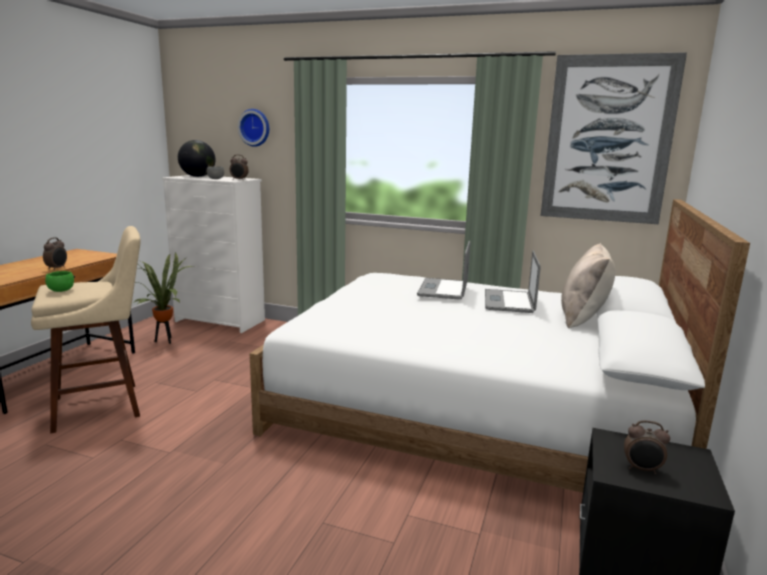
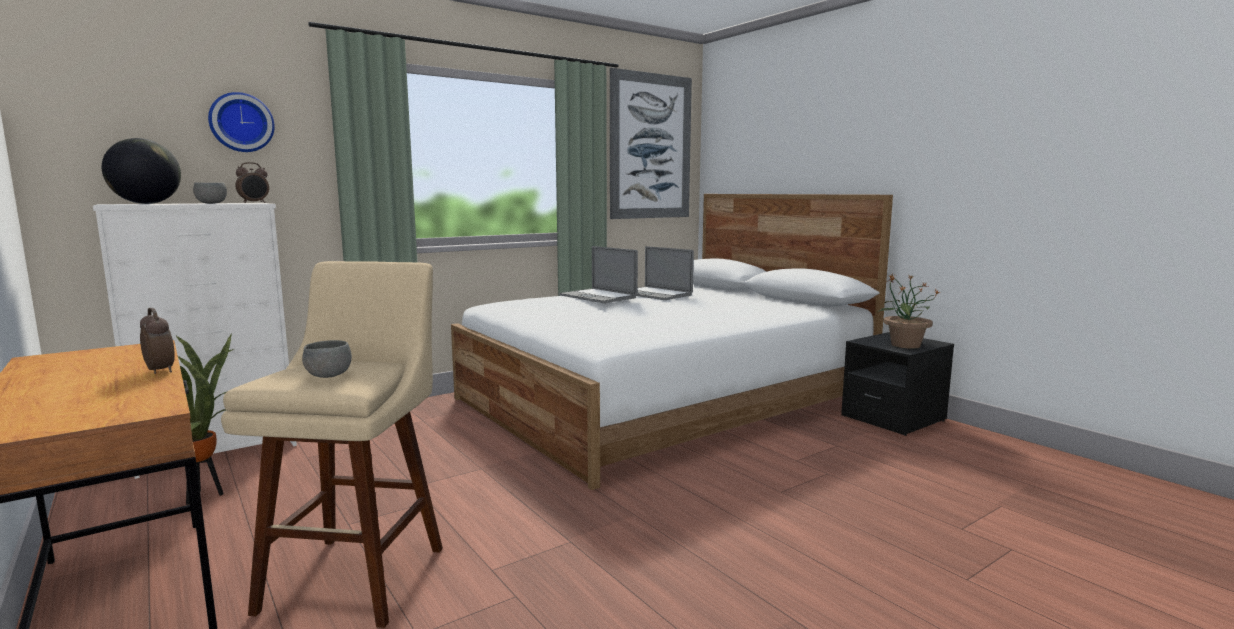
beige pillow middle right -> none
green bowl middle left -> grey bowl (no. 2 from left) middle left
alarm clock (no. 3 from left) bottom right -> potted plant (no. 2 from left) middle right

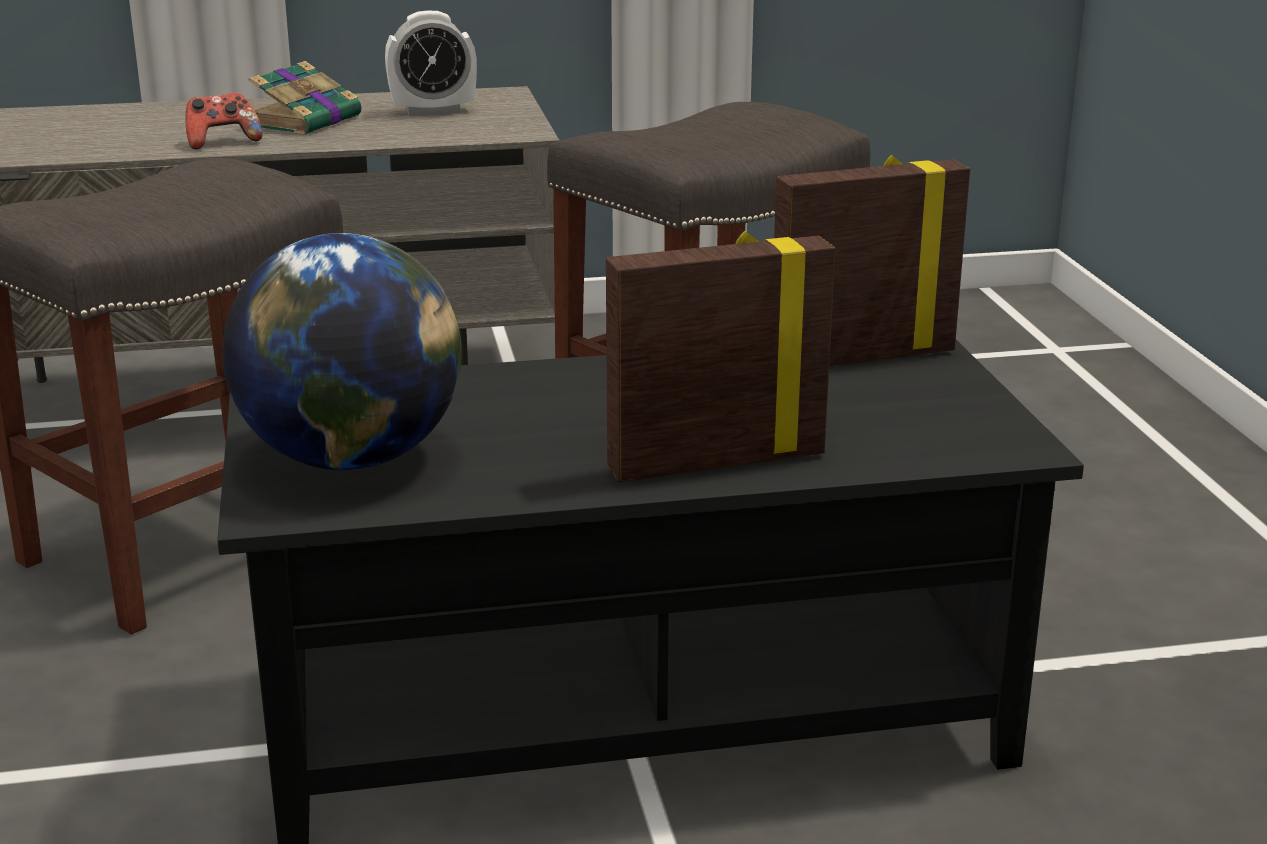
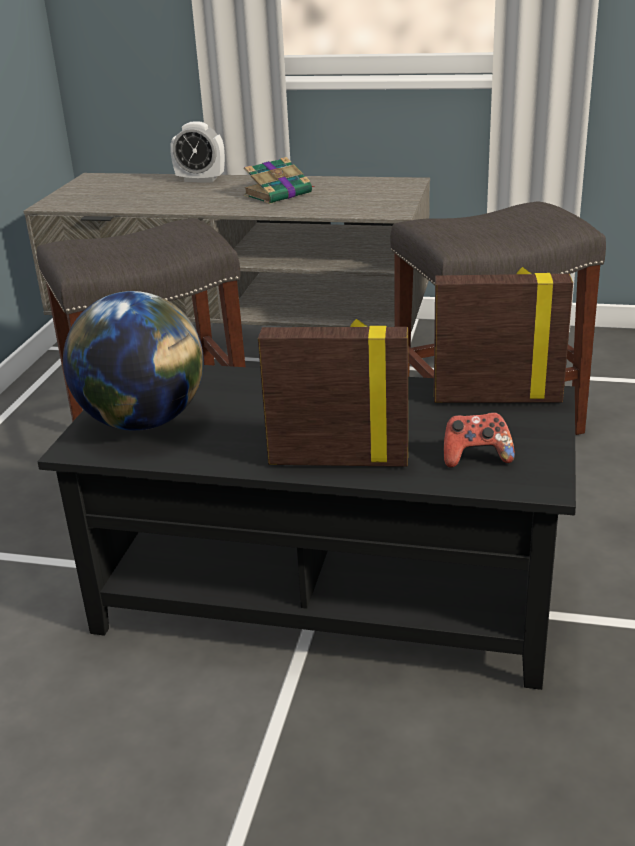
alarm clock top centre -> alarm clock top left, shifted
game controller top left -> game controller middle right, shifted

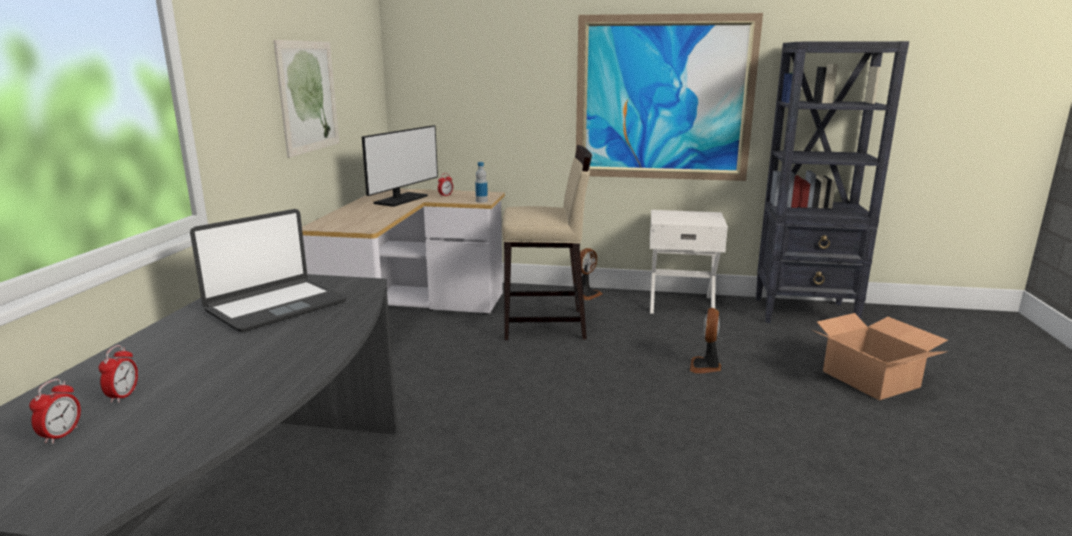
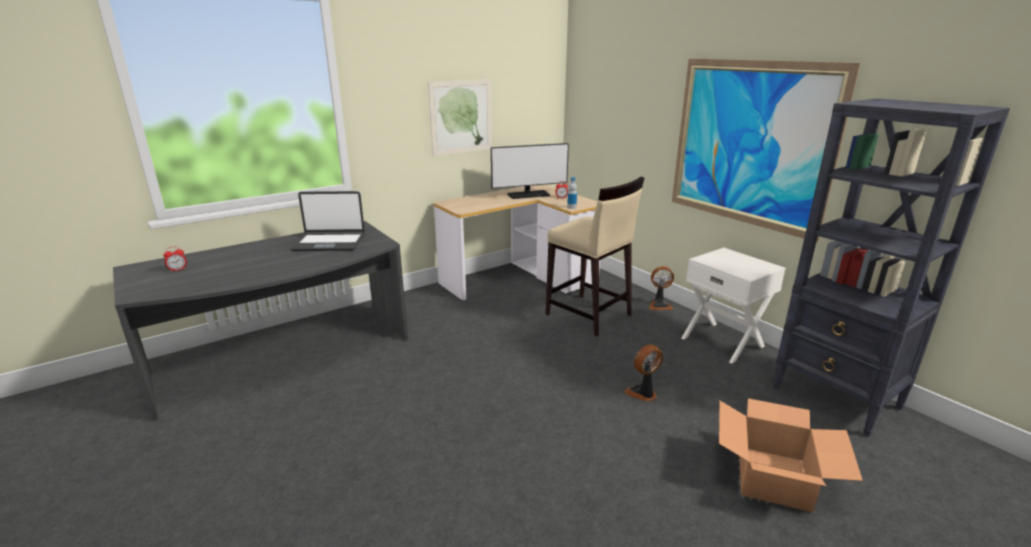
alarm clock (no. 2 from left) bottom left -> none

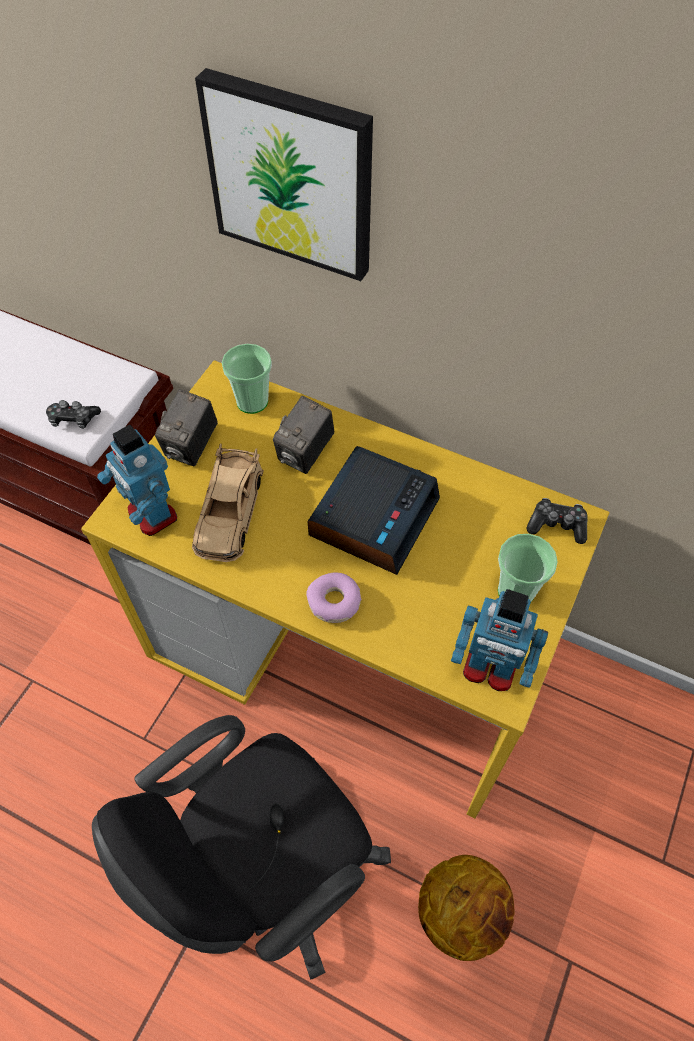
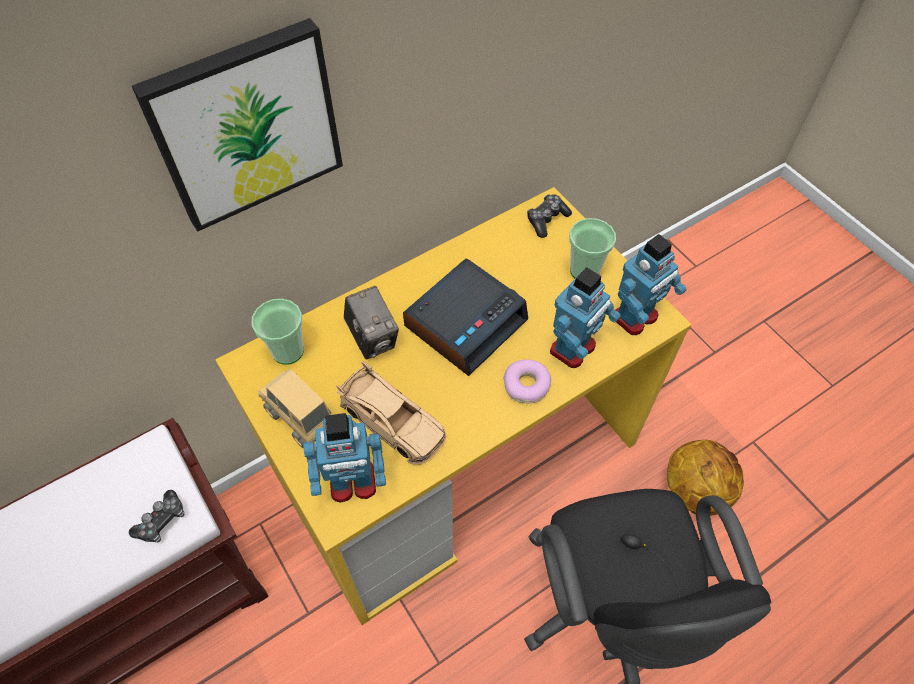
photo camera (no. 1 from left) middle left -> toy truck middle left
alarm clock centre, 75 degrees clockwise
none -> toy robot (no. 2 from left) centre

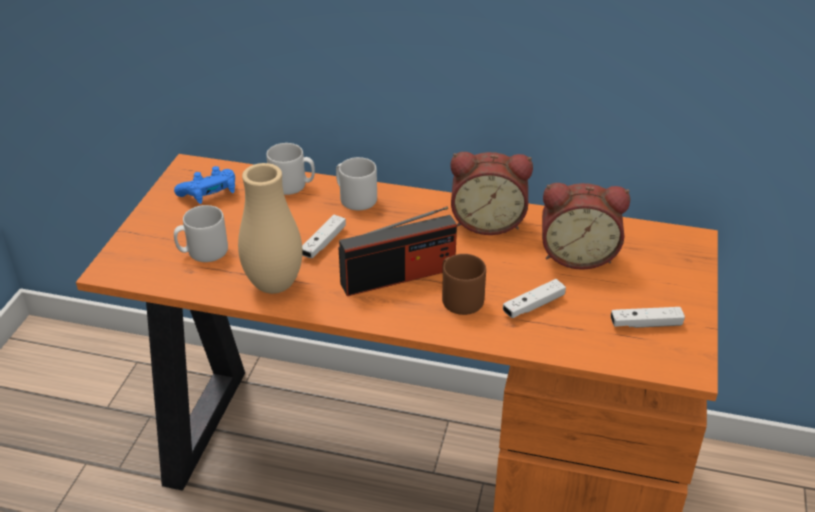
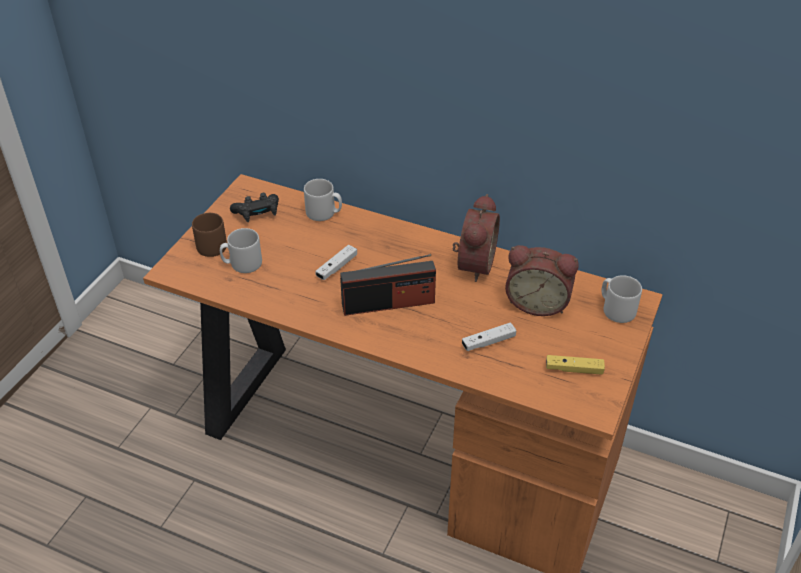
alarm clock (no. 1 from left) centre, 90 degrees counterclockwise
grey mug (no. 3 from left) centre -> grey mug (no. 3 from left) middle right, shifted
beige vase middle left -> none
blue game controller middle left -> black game controller middle left
brown mug centre -> brown mug middle left, shifted
white game controller (no. 3 from left) middle right -> yellow game controller middle right

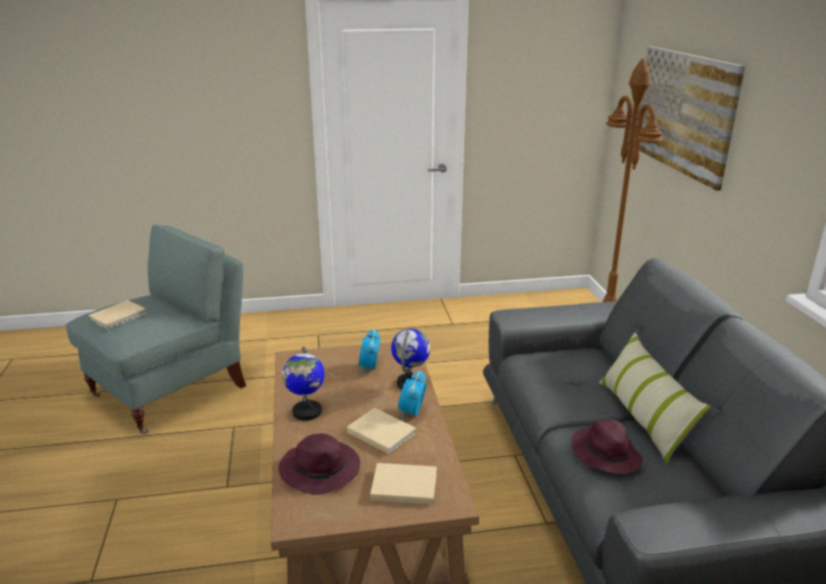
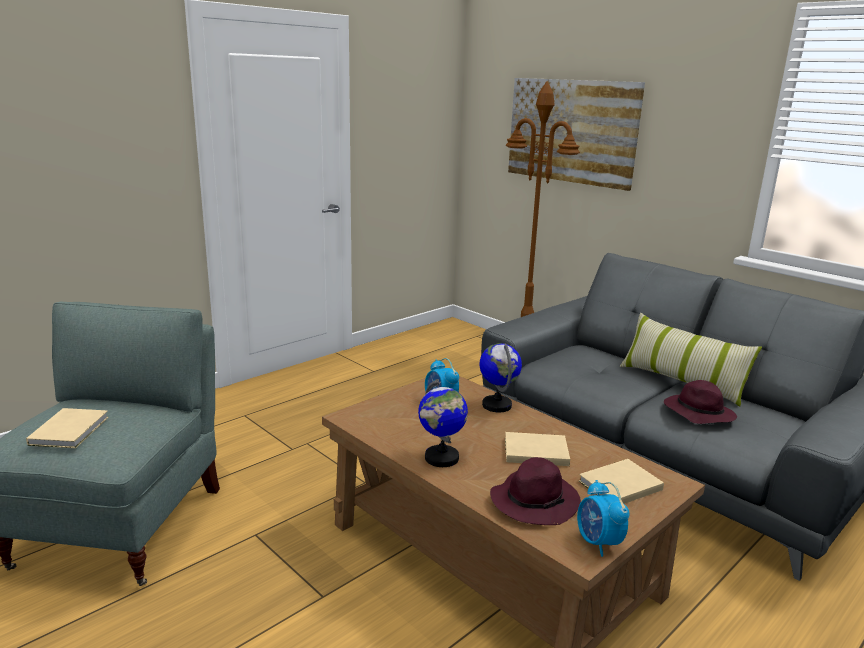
alarm clock (no. 2 from left) bottom centre -> alarm clock (no. 2 from left) bottom right, shifted

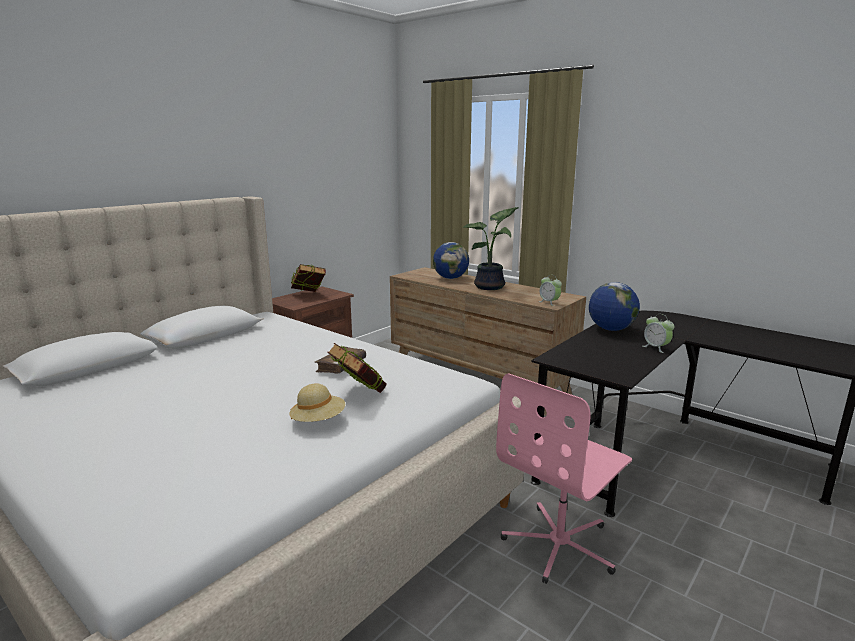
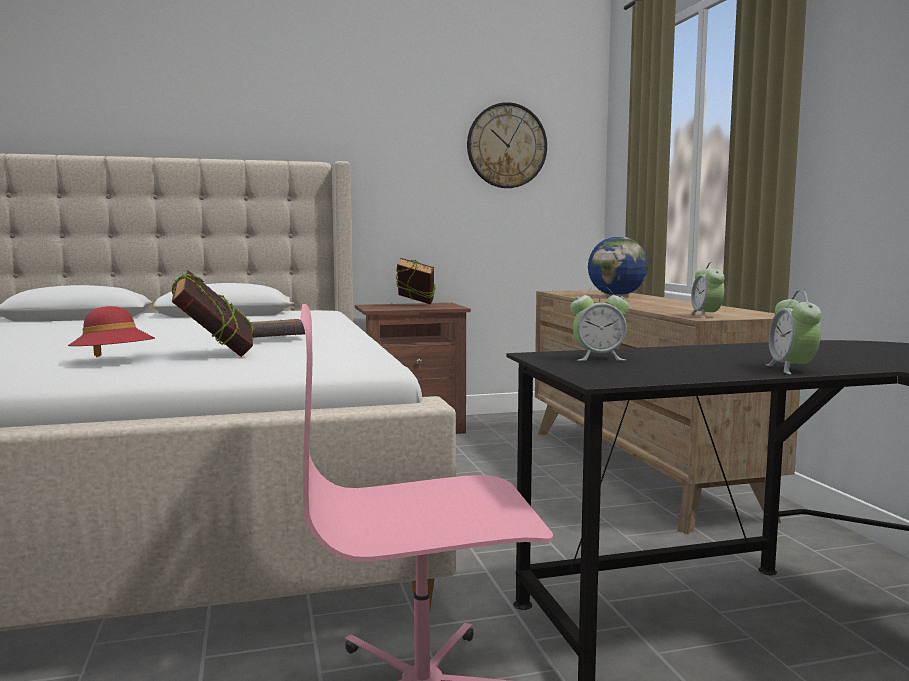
potted plant centre -> none
globe (no. 2 from left) middle right -> none
beige hat centre -> red hat middle left
none -> wall clock top centre
none -> alarm clock (no. 1 from left) centre

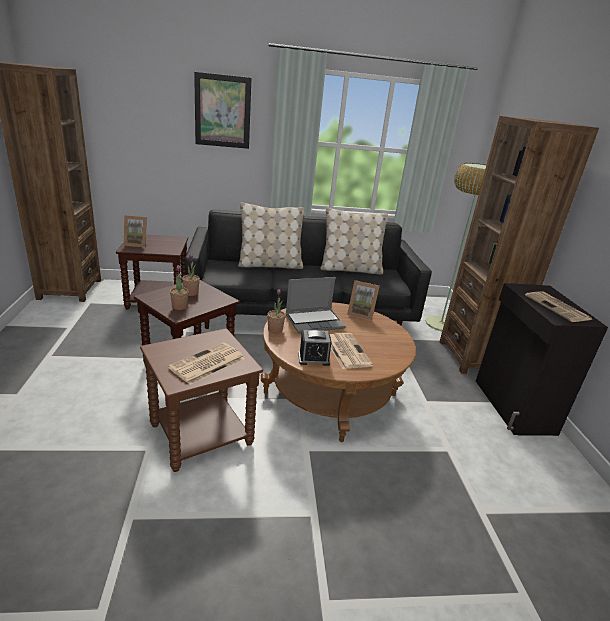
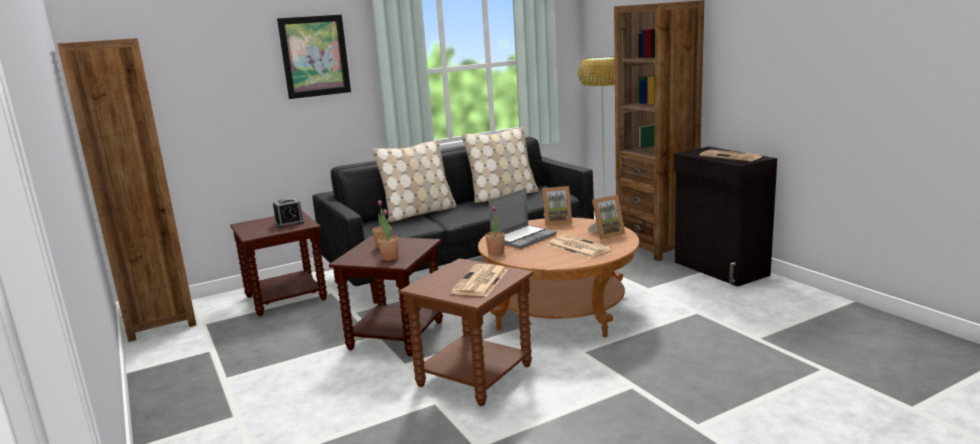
picture frame (no. 1 from left in the first image) middle left -> picture frame (no. 2 from left) centre, shifted
alarm clock centre -> alarm clock middle left, shifted

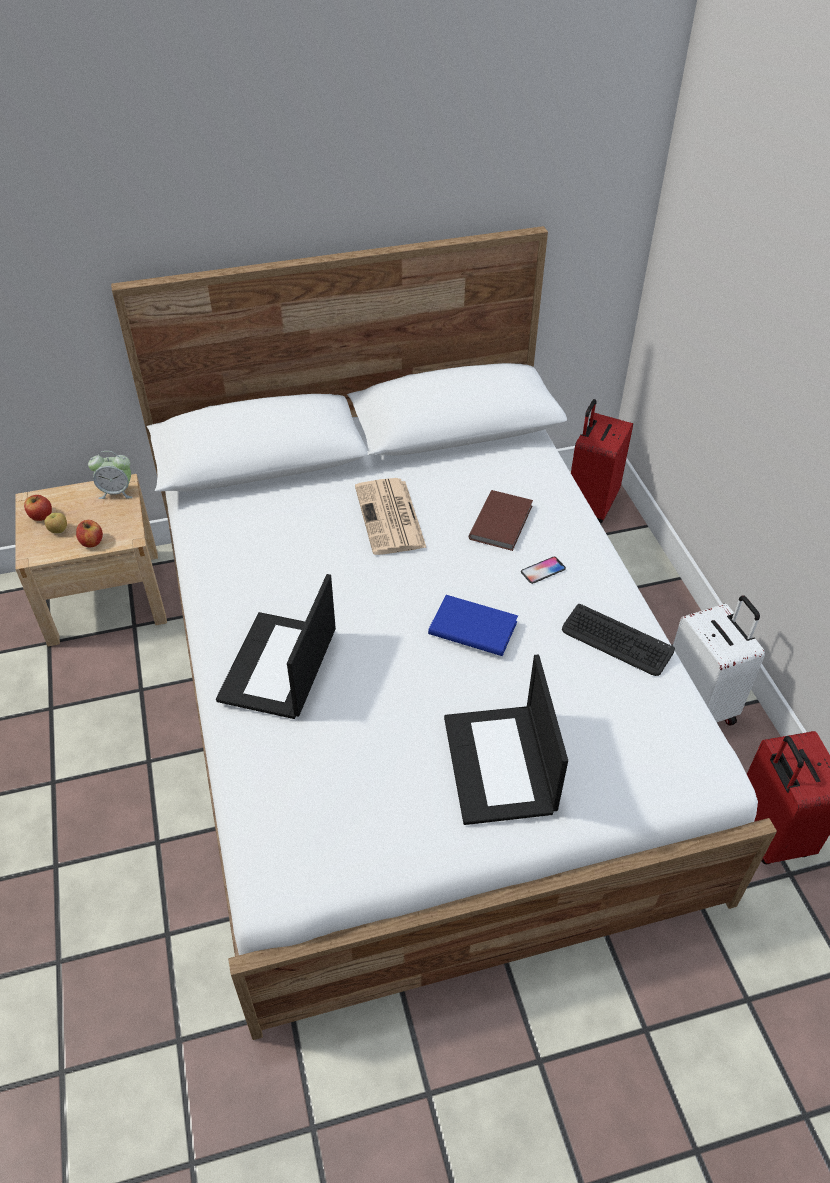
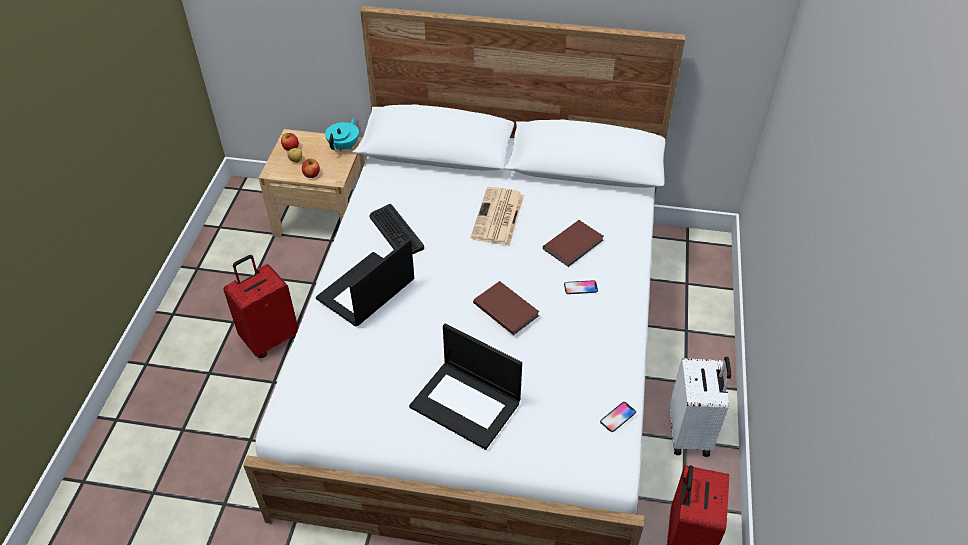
red suitcase (no. 1 from left) middle right -> red suitcase (no. 1 from left) middle left, shifted
alarm clock middle left -> turquoise teapot top centre
blue book centre -> brown book (no. 1 from left) centre
keyboard middle right -> keyboard centre, shifted
laptop (no. 2 from left) centre -> laptop (no. 2 from left) bottom centre, 75 degrees counterclockwise
none -> phone (no. 2 from left) bottom centre

